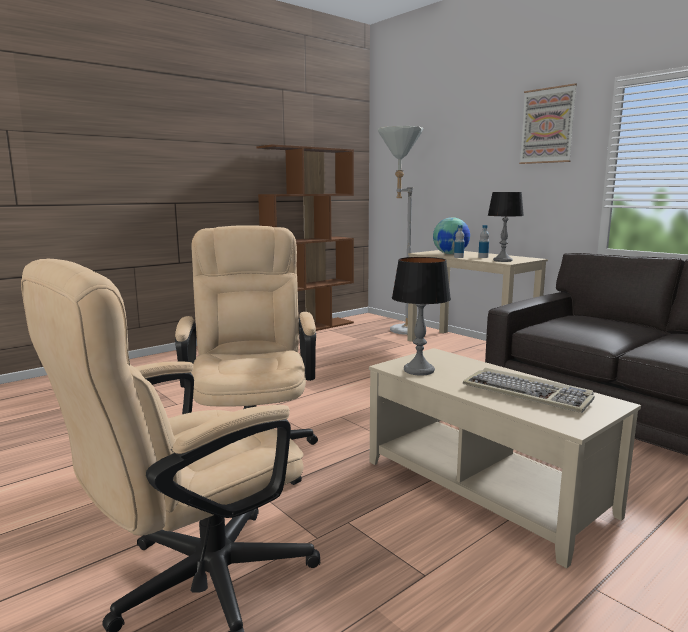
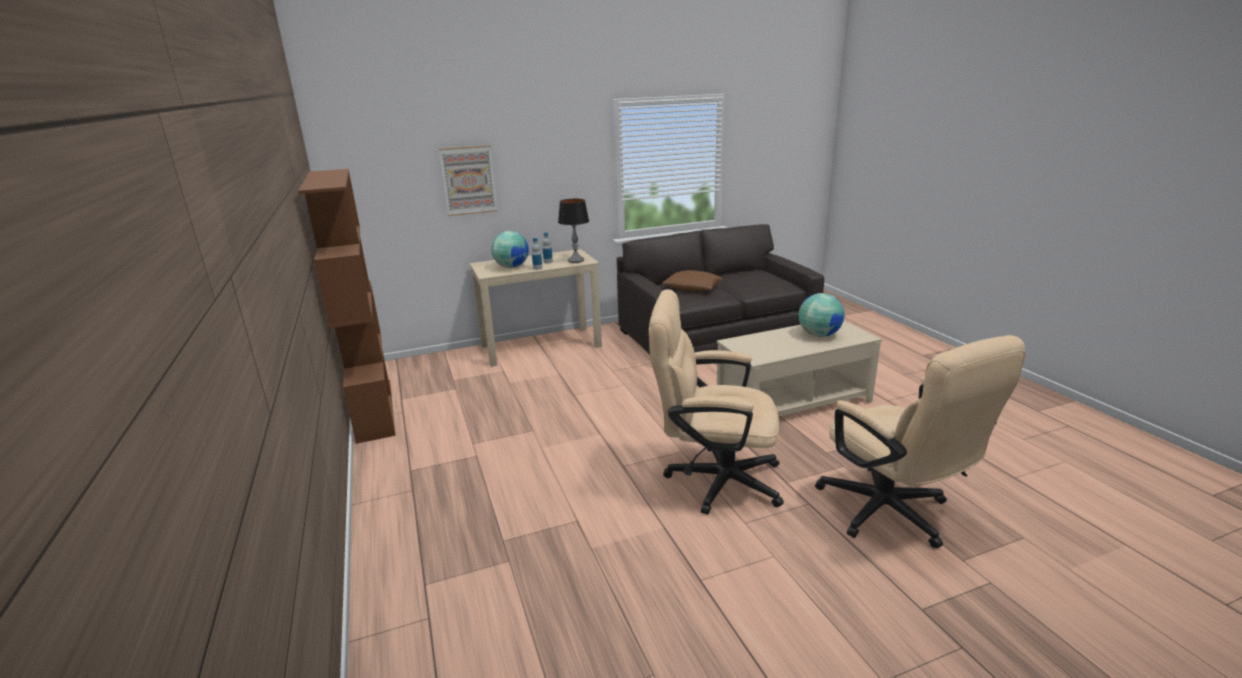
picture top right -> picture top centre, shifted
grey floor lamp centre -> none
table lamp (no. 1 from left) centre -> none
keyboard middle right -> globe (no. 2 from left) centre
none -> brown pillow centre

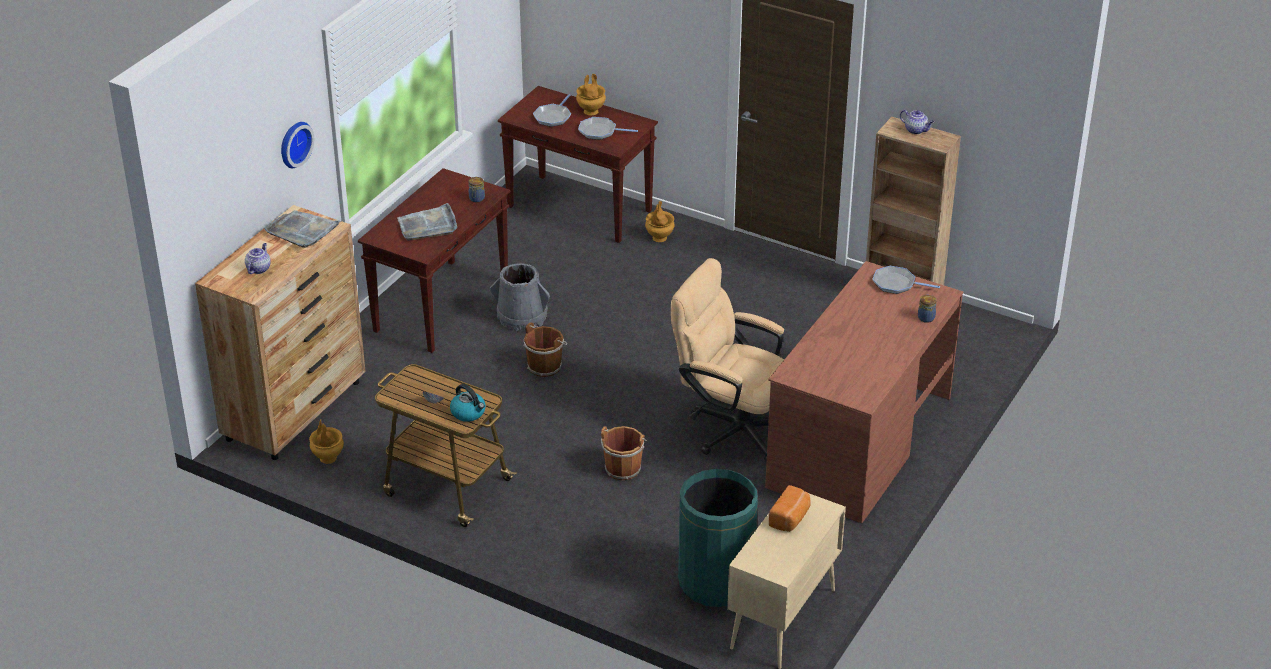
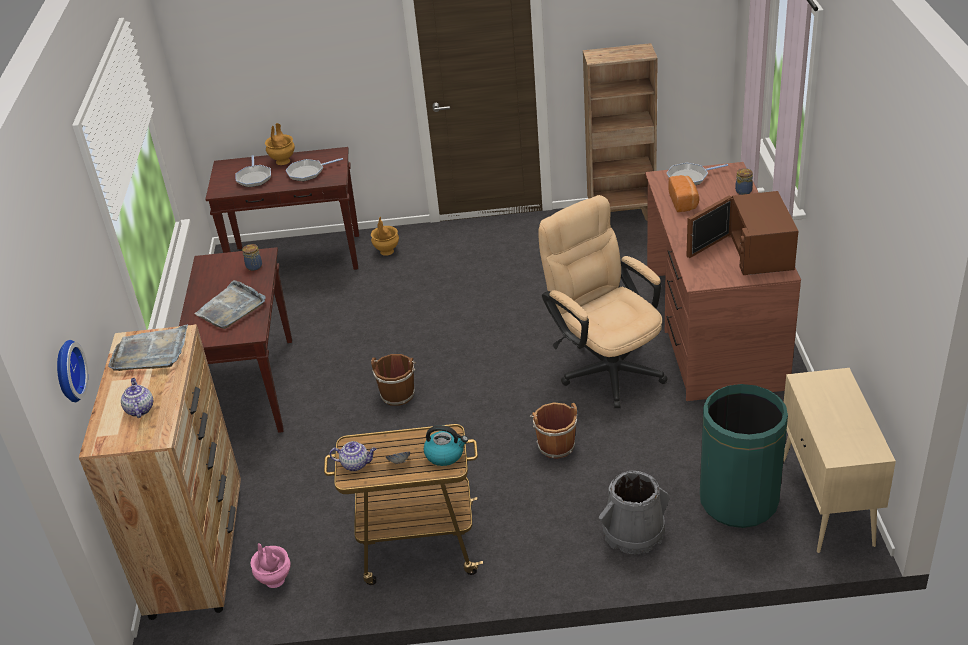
teapot (no. 2 from left) top right -> teapot (no. 2 from left) bottom centre, shifted
wall clock top left -> wall clock middle left, shifted
beige office chair centre, 60 degrees clockwise
grey bucket centre -> grey bucket bottom centre, shifted
brown vase (no. 1 from left) middle left -> pink vase bottom left
bread bottom centre -> bread top right, shifted
none -> brown microwave middle right

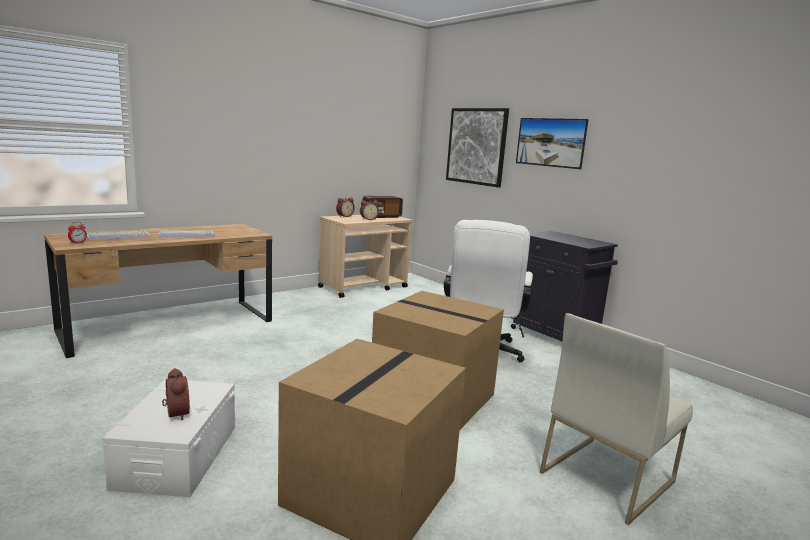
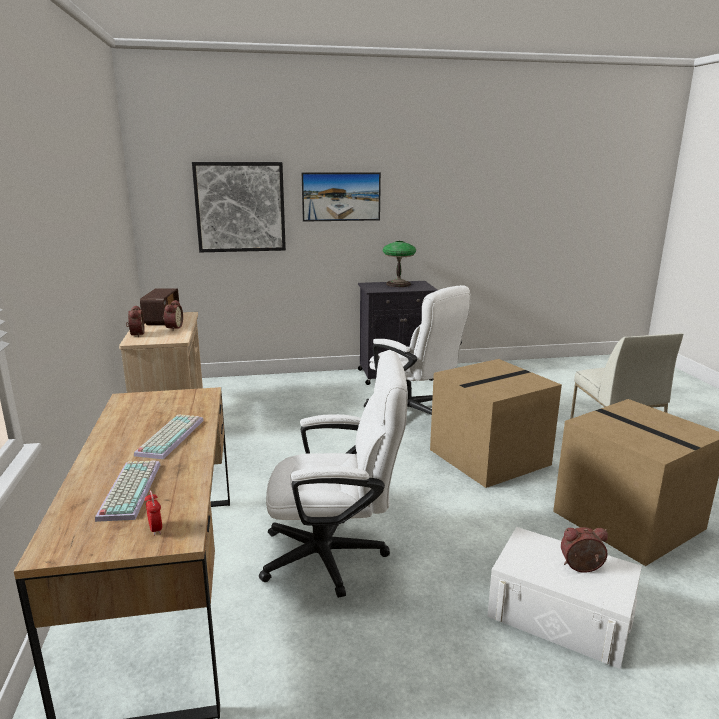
none -> table lamp centre
none -> white office chair (no. 1 from left) centre

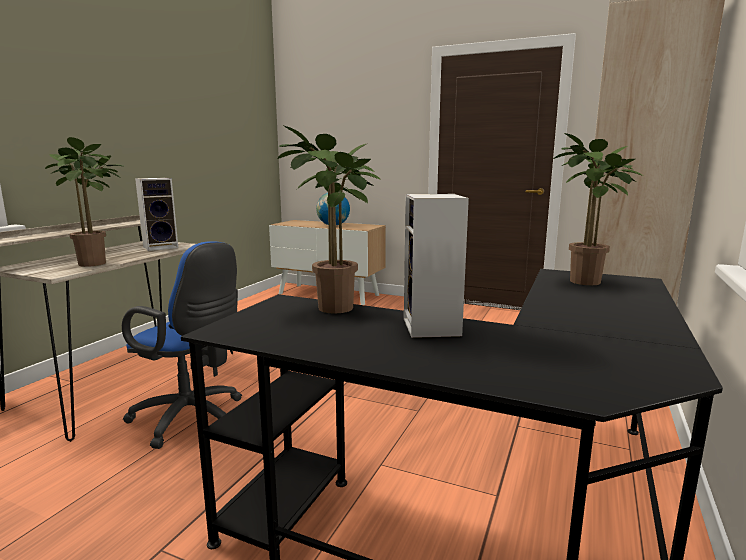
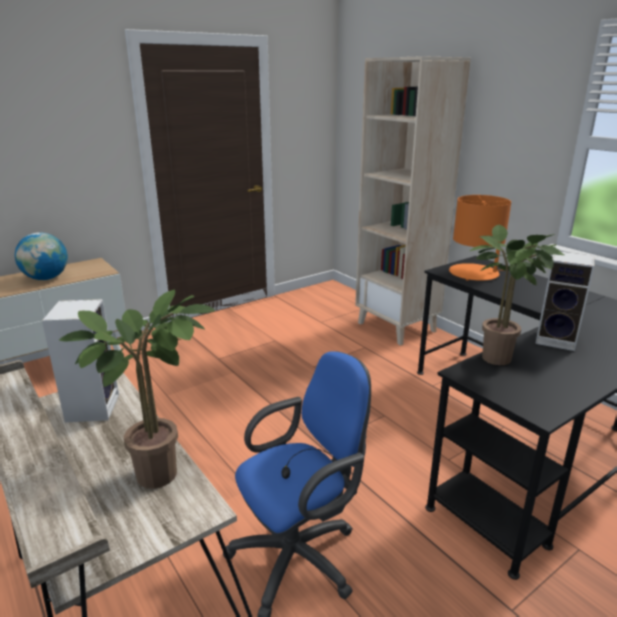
potted plant (no. 3 from left) middle right -> orange table lamp middle right

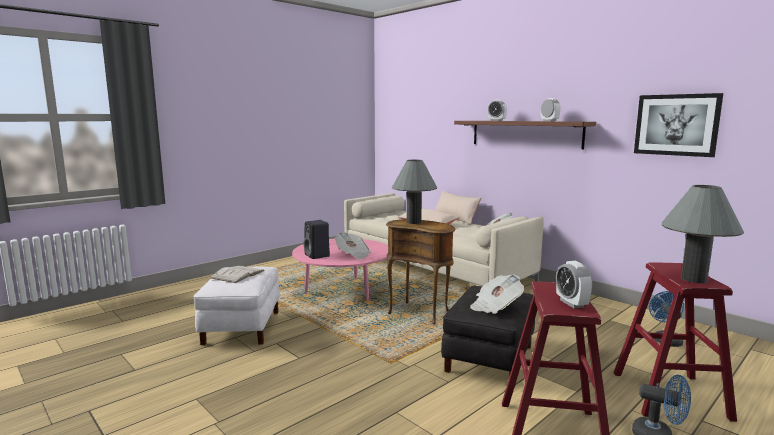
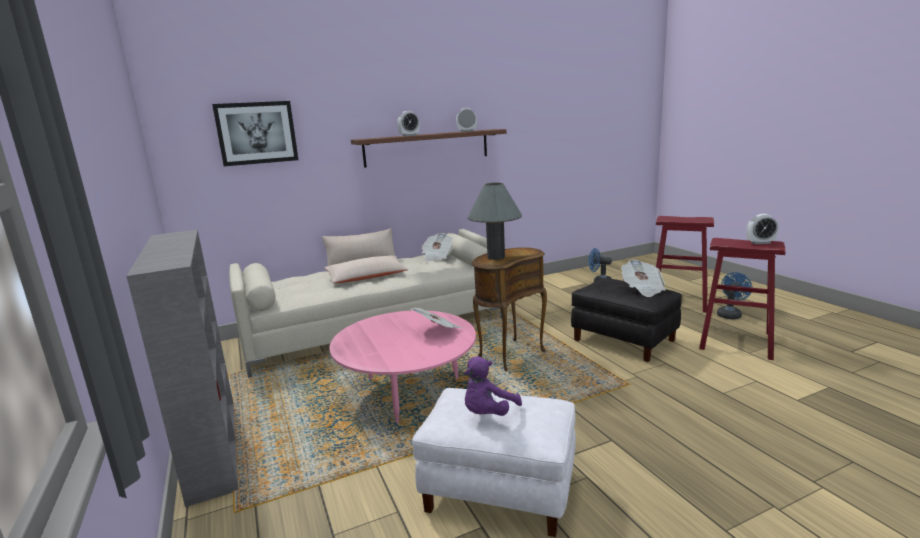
picture top right -> picture top left, shifted
grey table lamp (no. 2 from left) middle right -> none
black speaker centre -> none
white book middle left -> purple plush toy bottom centre
none -> grey bookcase bottom left

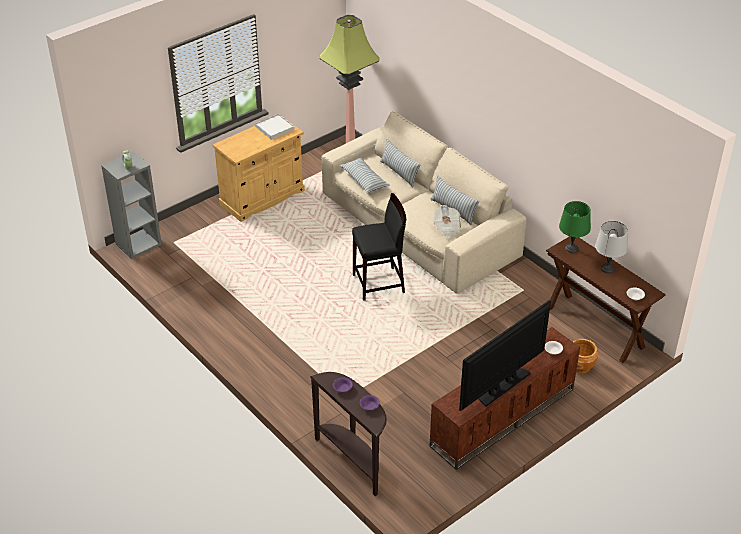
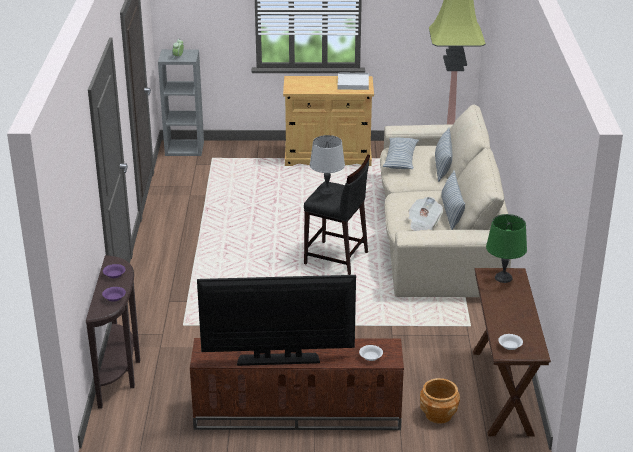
grey table lamp middle right -> grey table lamp centre, shifted

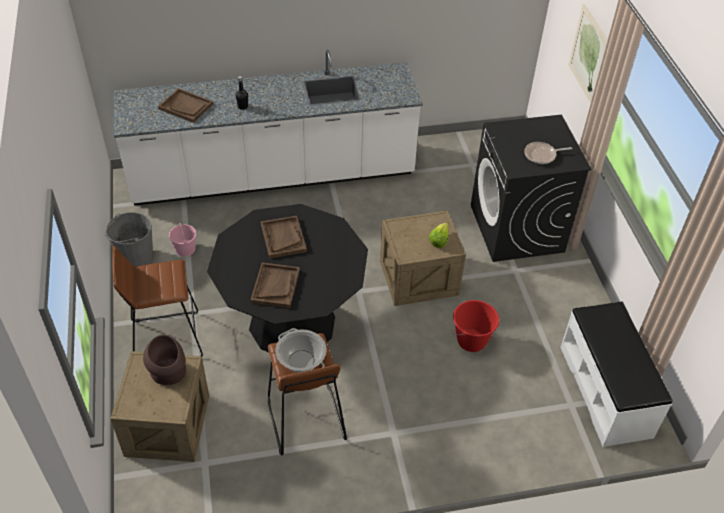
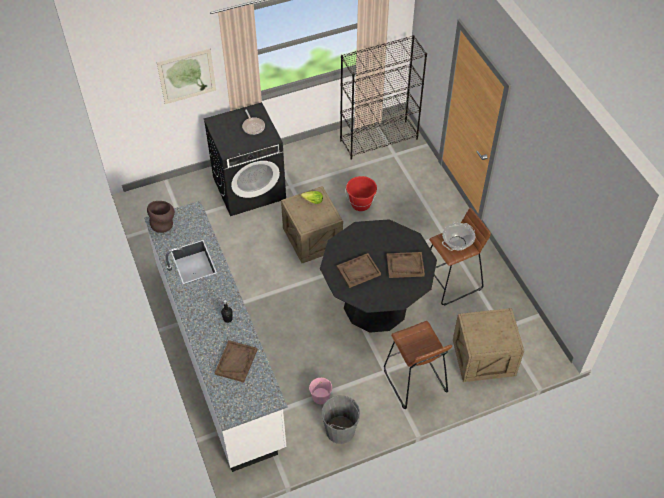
white bench bottom right -> black bookcase top centre
brown vase bottom left -> brown vase middle left, shifted

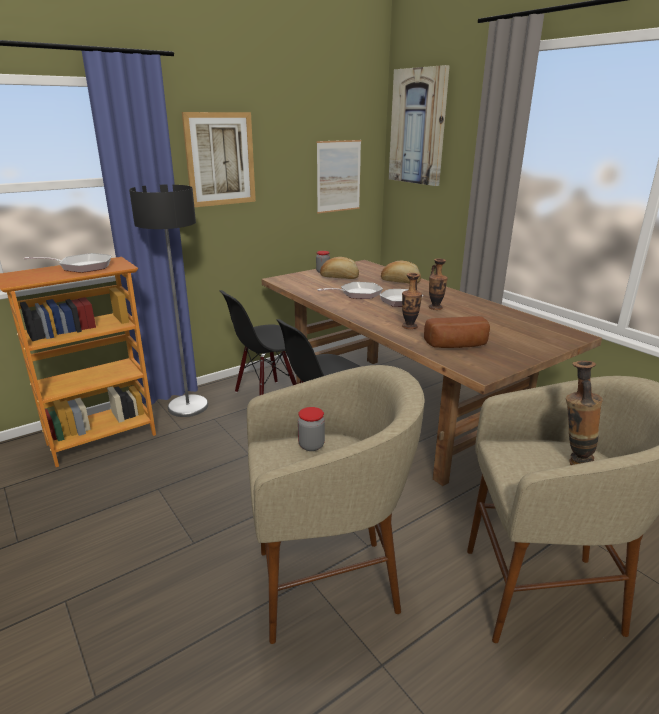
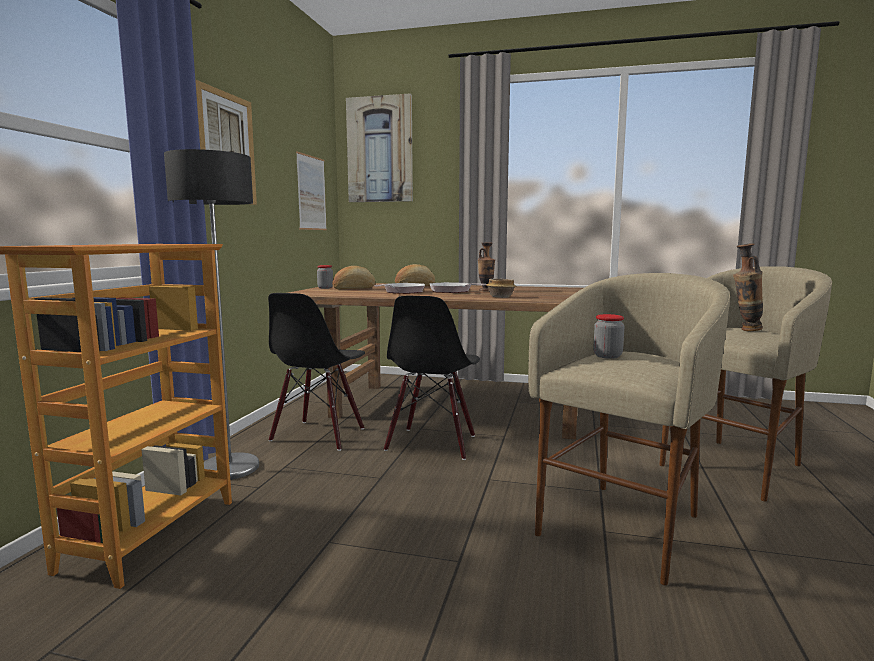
frying pan (no. 1 from left) middle left -> none
vase (no. 1 from left) centre -> bowl centre
bread (no. 3 from left) middle right -> none

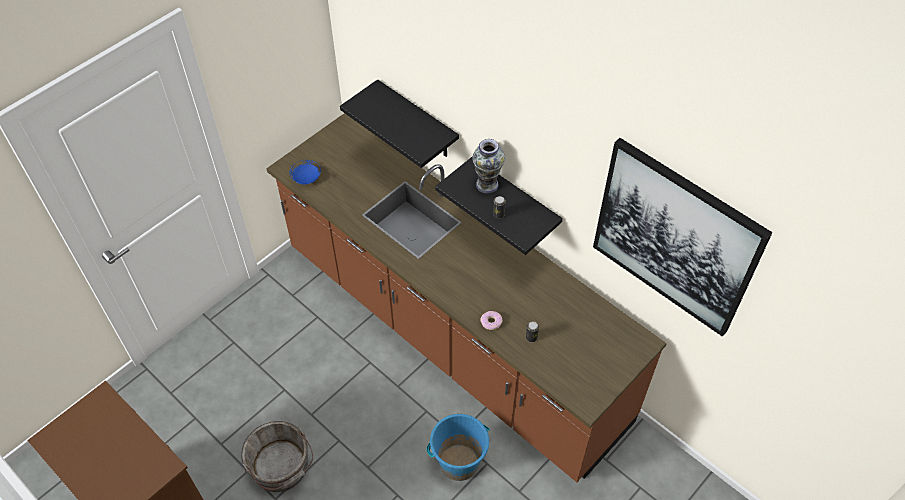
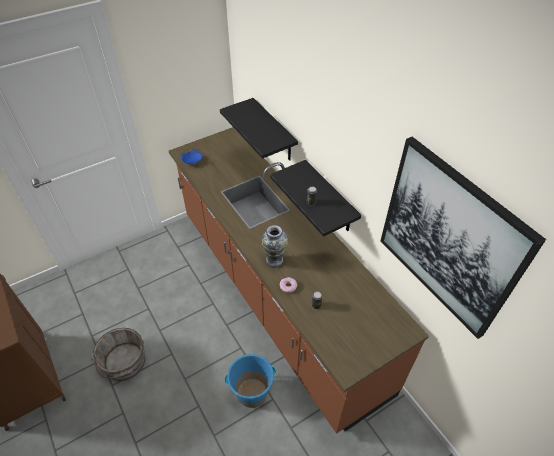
vase top centre -> vase centre, shifted

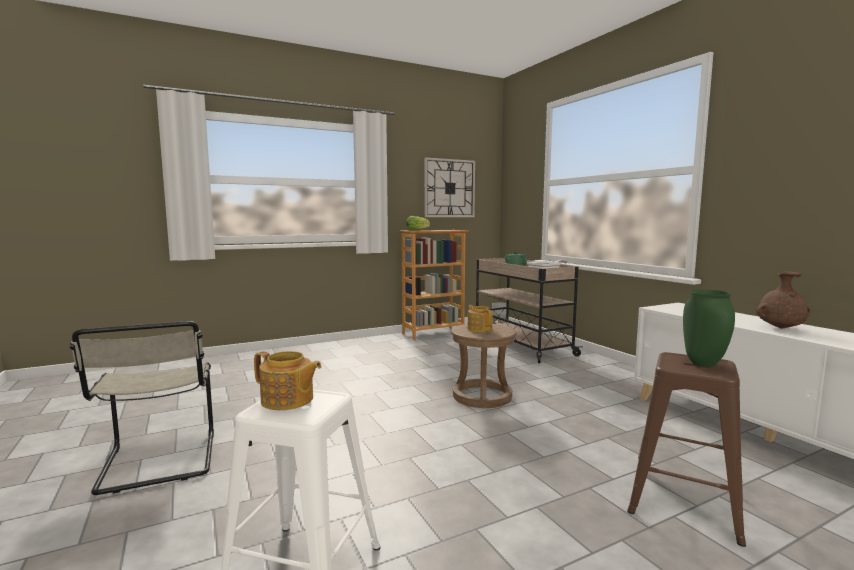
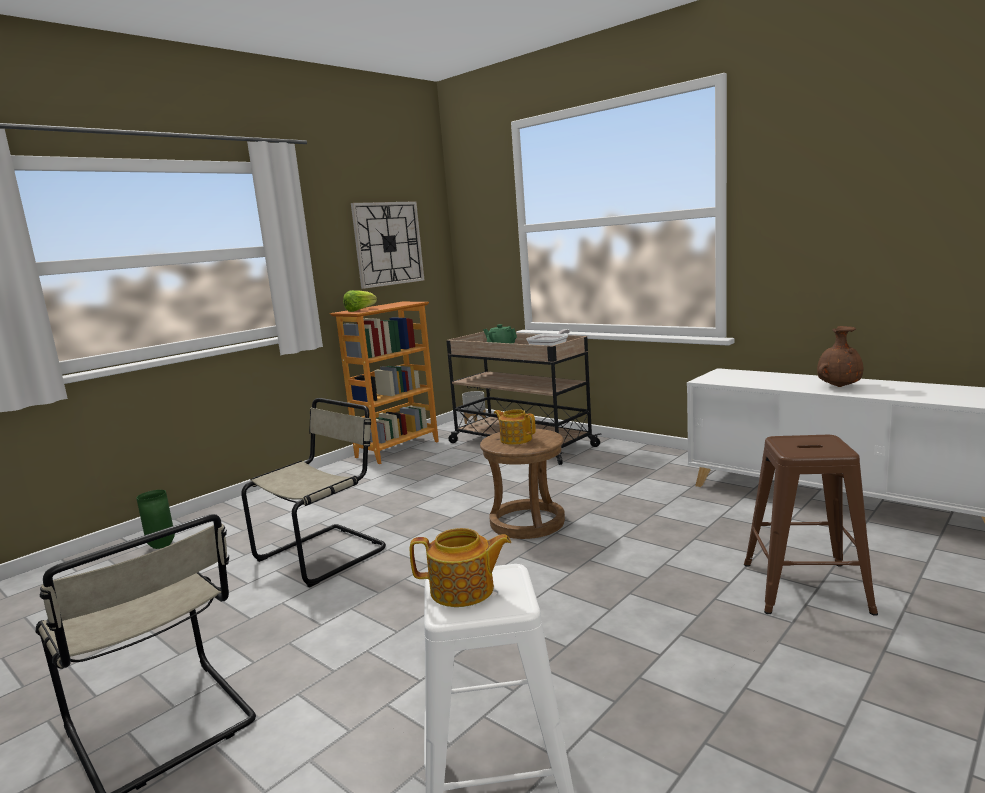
green vase middle right -> green vase middle left, shifted
none -> beige chair (no. 2 from left) middle left

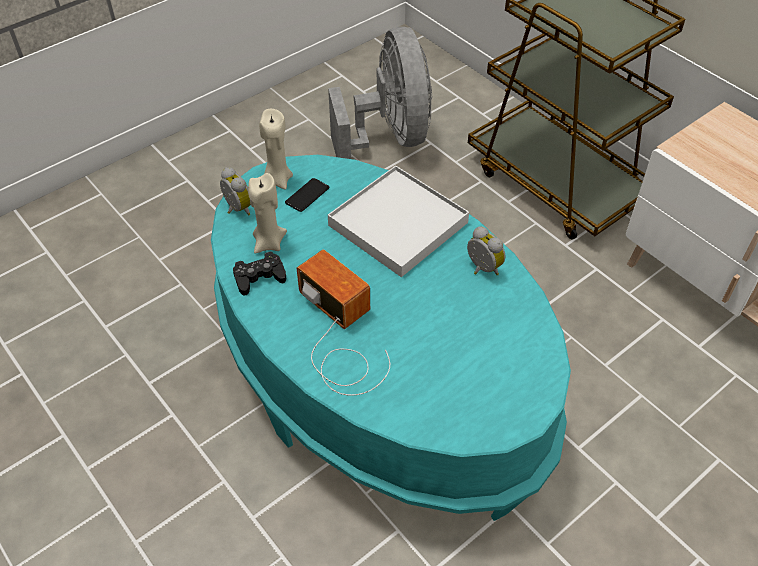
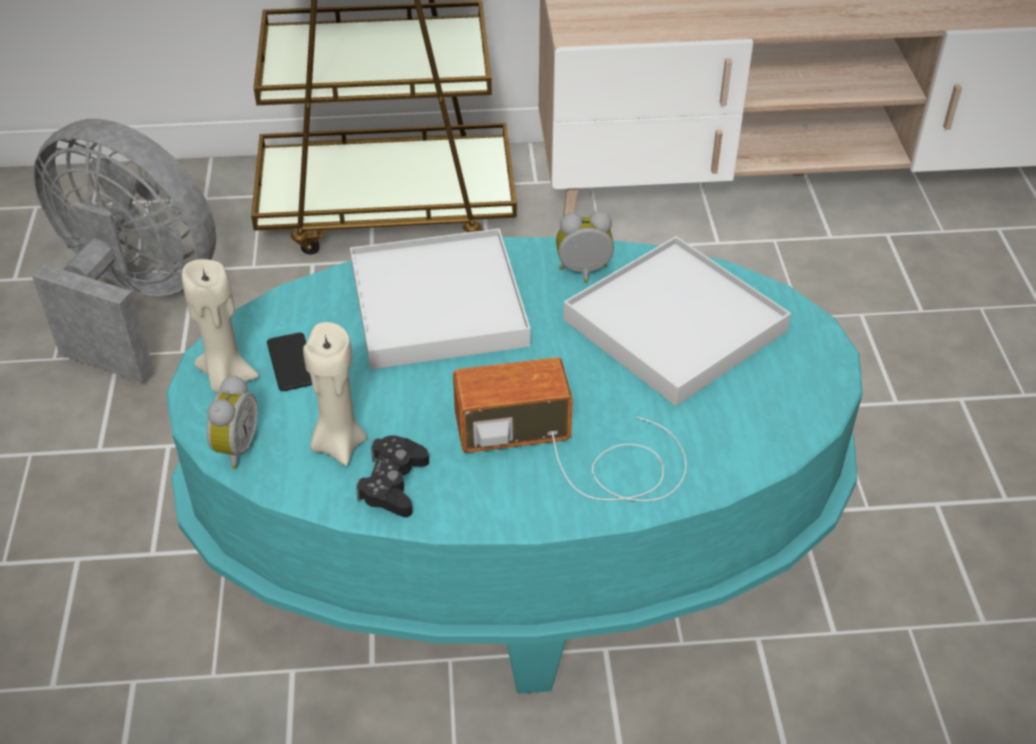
alarm clock (no. 1 from left) middle left, 105 degrees clockwise
none -> white tray (no. 2 from left) centre

